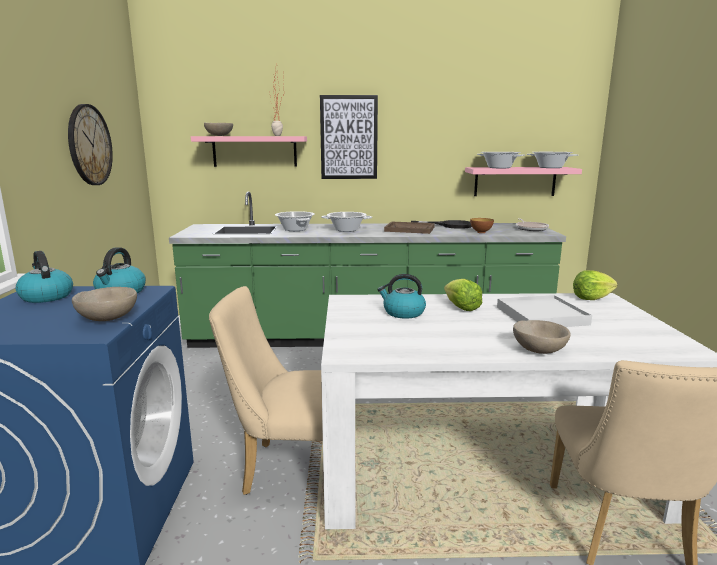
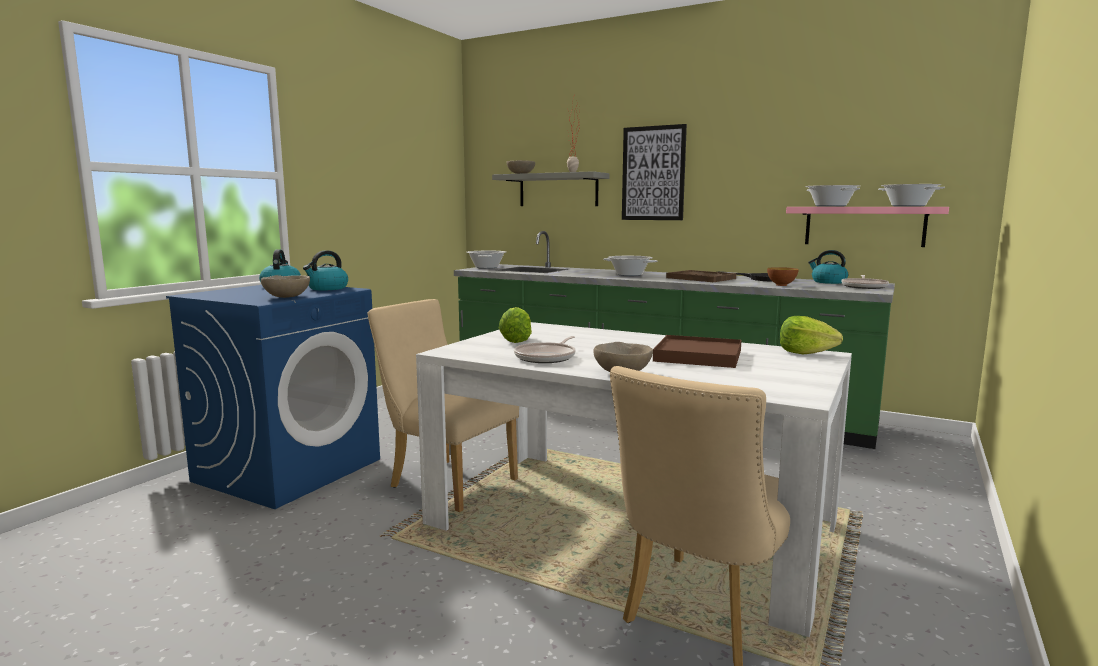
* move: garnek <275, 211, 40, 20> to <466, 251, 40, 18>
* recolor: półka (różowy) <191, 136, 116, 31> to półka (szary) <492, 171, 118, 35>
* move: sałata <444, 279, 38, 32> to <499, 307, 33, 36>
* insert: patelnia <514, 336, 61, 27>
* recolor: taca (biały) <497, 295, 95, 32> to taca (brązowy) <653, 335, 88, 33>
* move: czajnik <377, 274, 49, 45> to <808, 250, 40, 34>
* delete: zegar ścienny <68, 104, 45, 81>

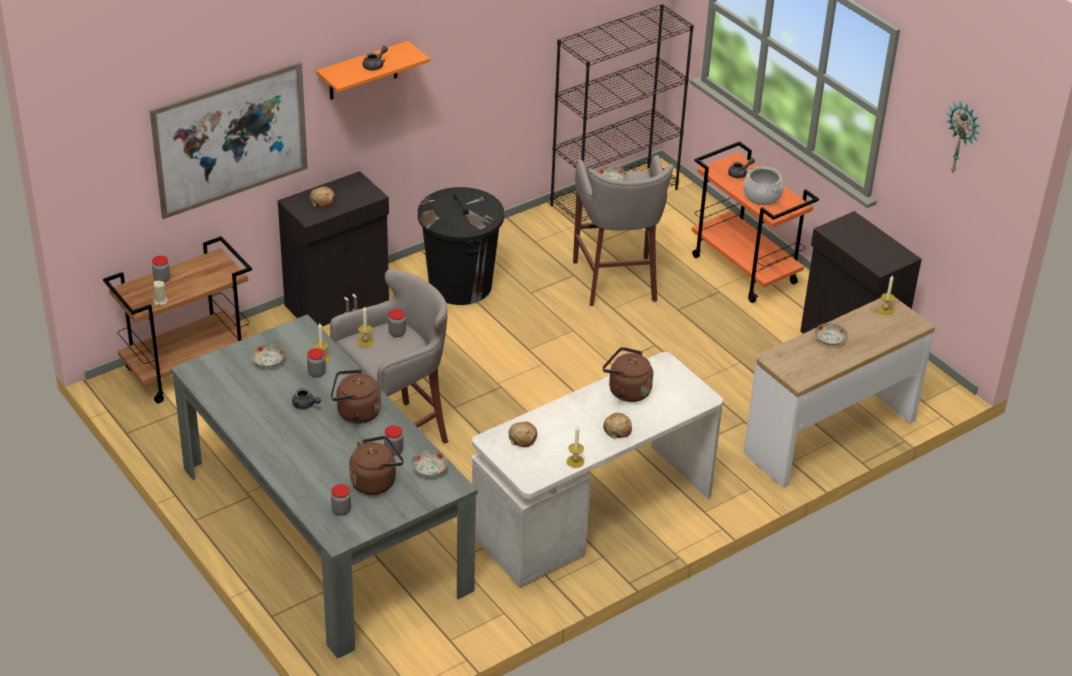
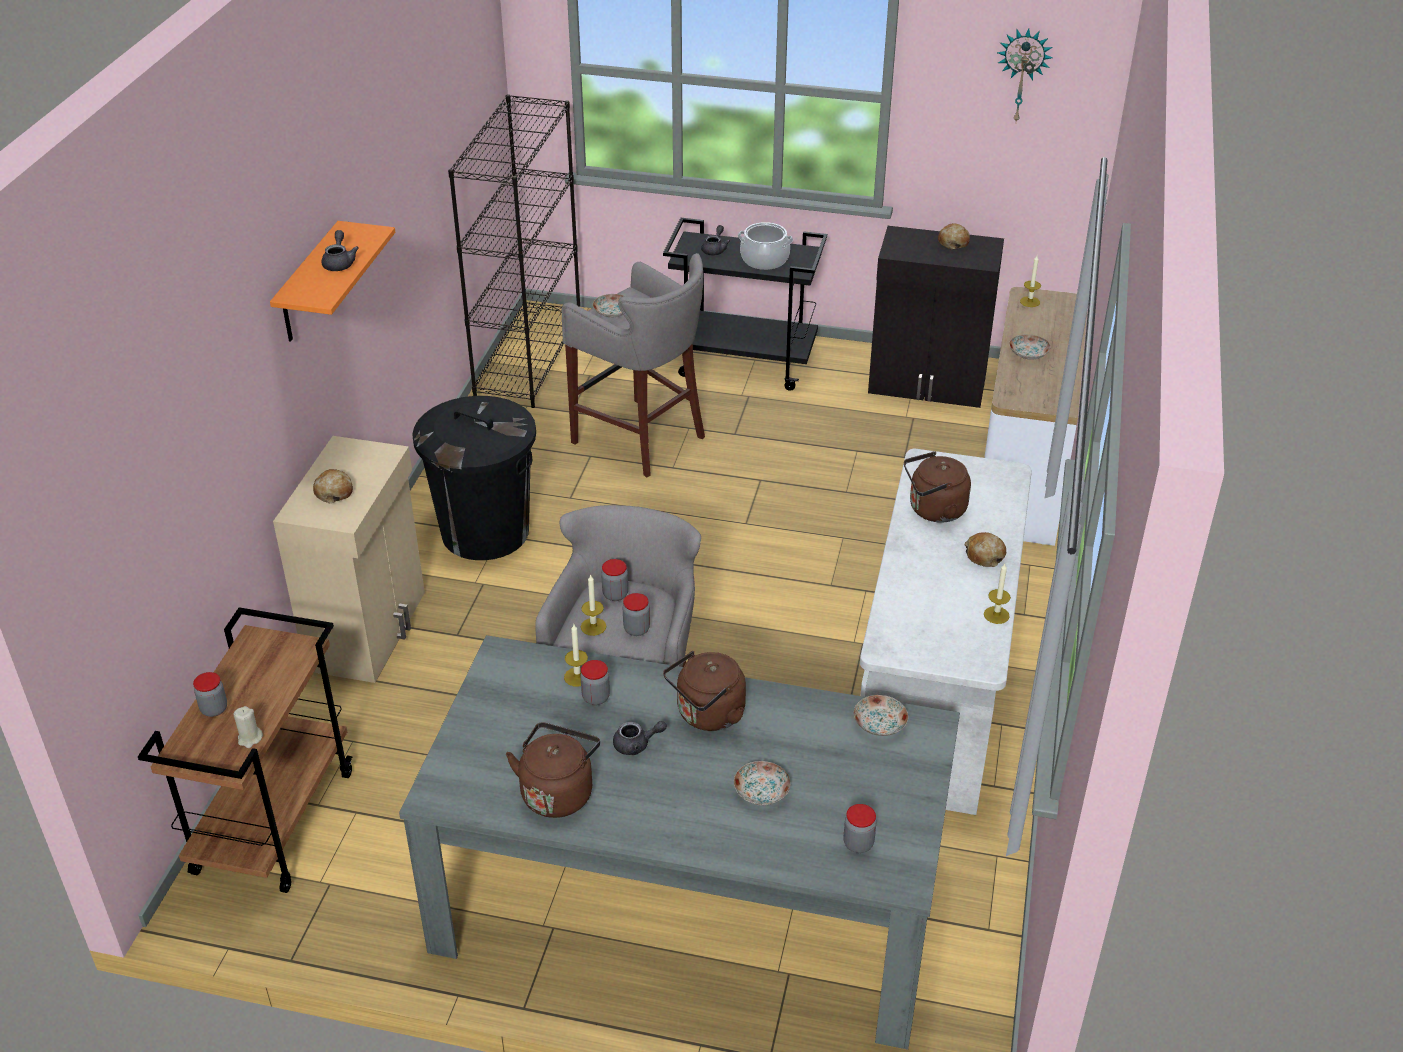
* recolor: szafka (czarny) <278, 171, 111, 155> to szafka (beżowy) <273, 436, 152, 247>
* move: czajnik (brązowy) <349, 436, 55, 59> to <506, 722, 94, 96>
* move: słoik <384, 425, 19, 31> to <623, 593, 27, 43>
* recolor: wózek (pomarańczowy) <692, 141, 127, 162> to wózek (czarny) <663, 218, 164, 173>
* move: talerz <251, 344, 34, 23> to <734, 761, 56, 45>
* move: chleb <508, 422, 29, 25> to <938, 223, 32, 26>
* delete: obraz <149, 62, 159, 157>

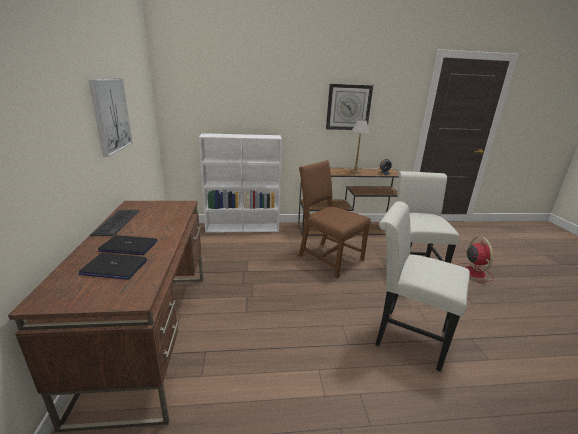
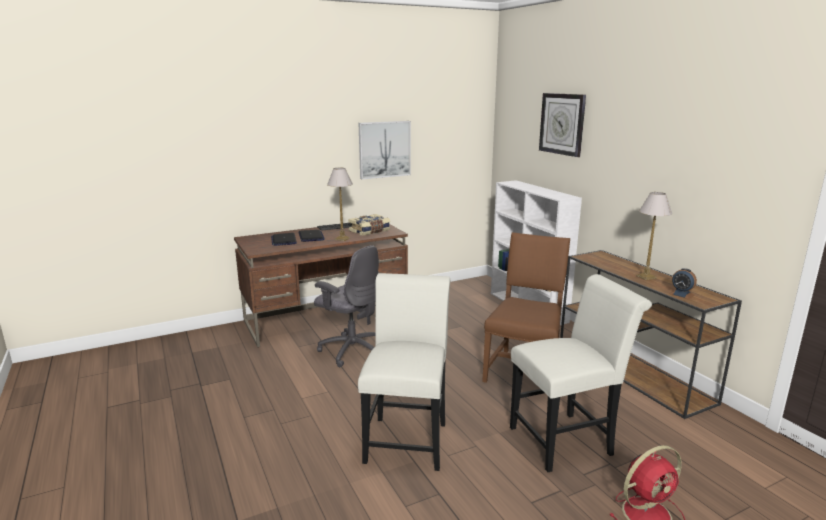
* insert: krzesło biurowe (szary) <314, 245, 65, 122>
* insert: lampa stołowa <327, 168, 26, 73>
* insert: książka <348, 214, 42, 22>
* move: zegar ścienny <326, 84, 47, 46> to <539, 93, 47, 64>

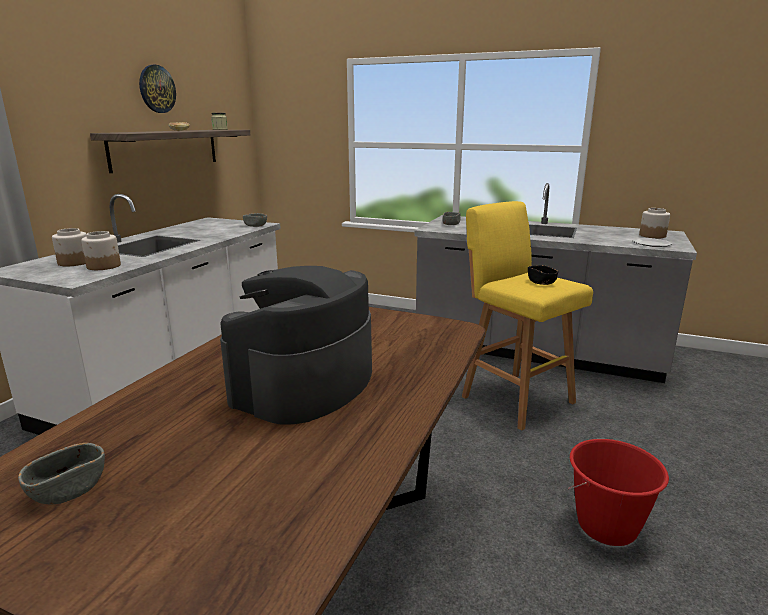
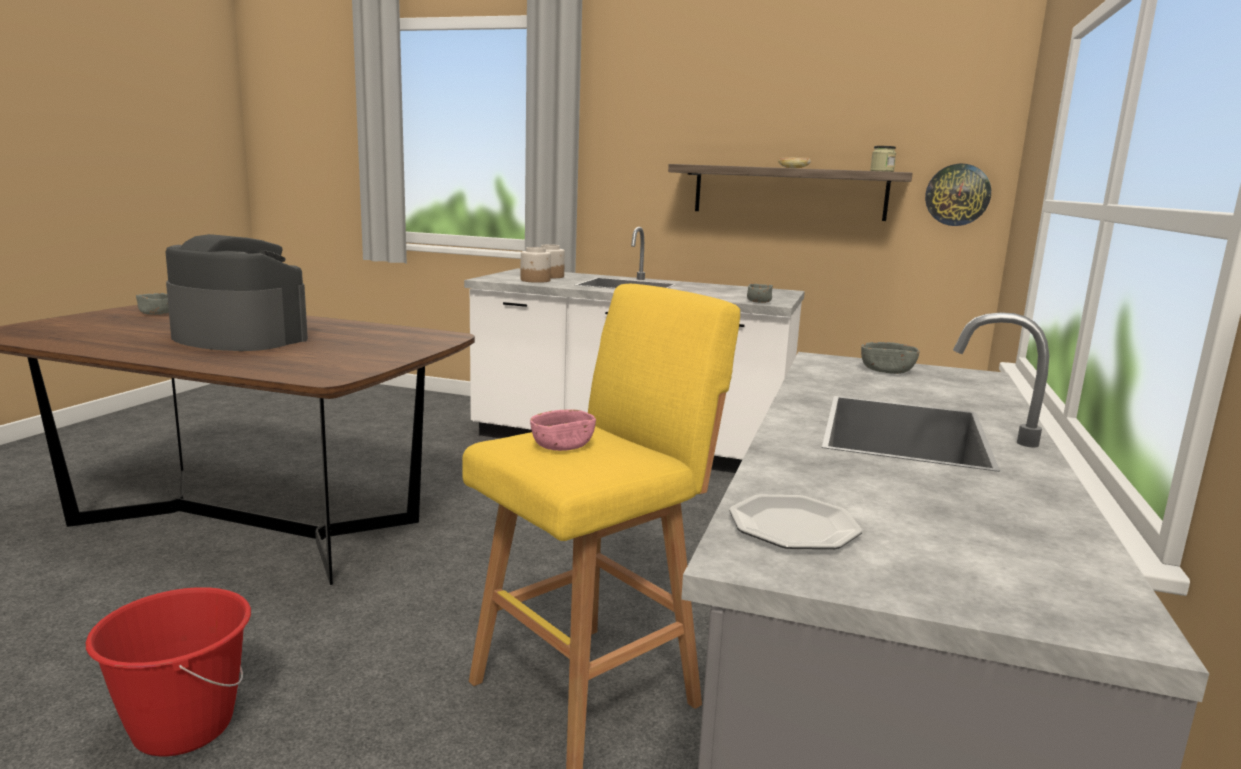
* recolor: miska (czarny) <528, 265, 30, 20> to miska (różowy) <530, 409, 66, 42>
* move: zegar ścienny <139, 65, 37, 48> to <925, 164, 66, 62>
* delete: słoik <639, 208, 31, 30>

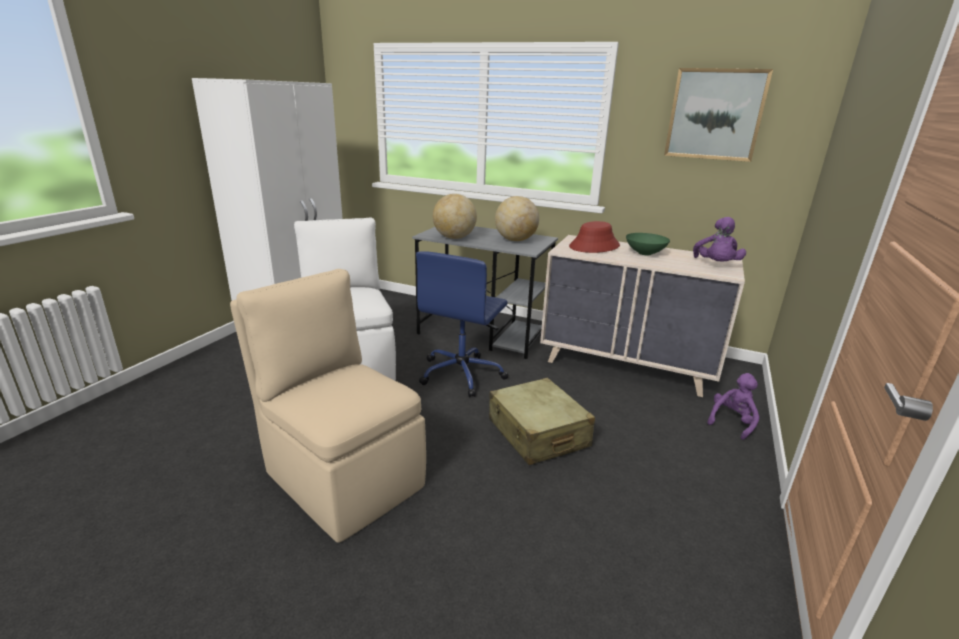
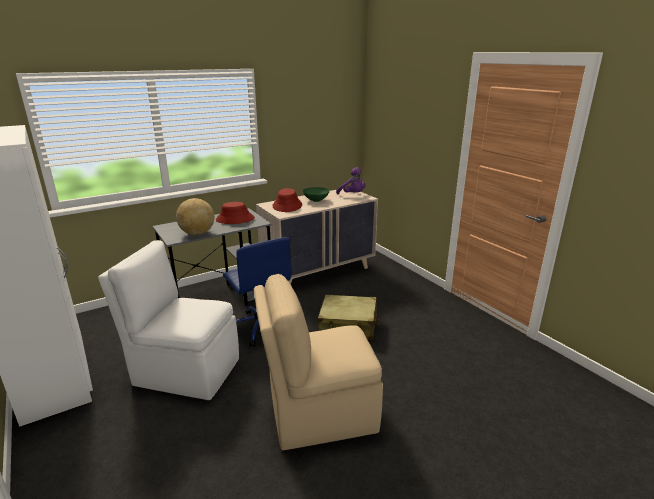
* replace: globus <495, 196, 44, 45> to kapelusz (czerwony) <216, 202, 39, 22>
* delete: obraz <664, 68, 109, 94>
* delete: pluszak (fioletowy) <707, 373, 52, 67>

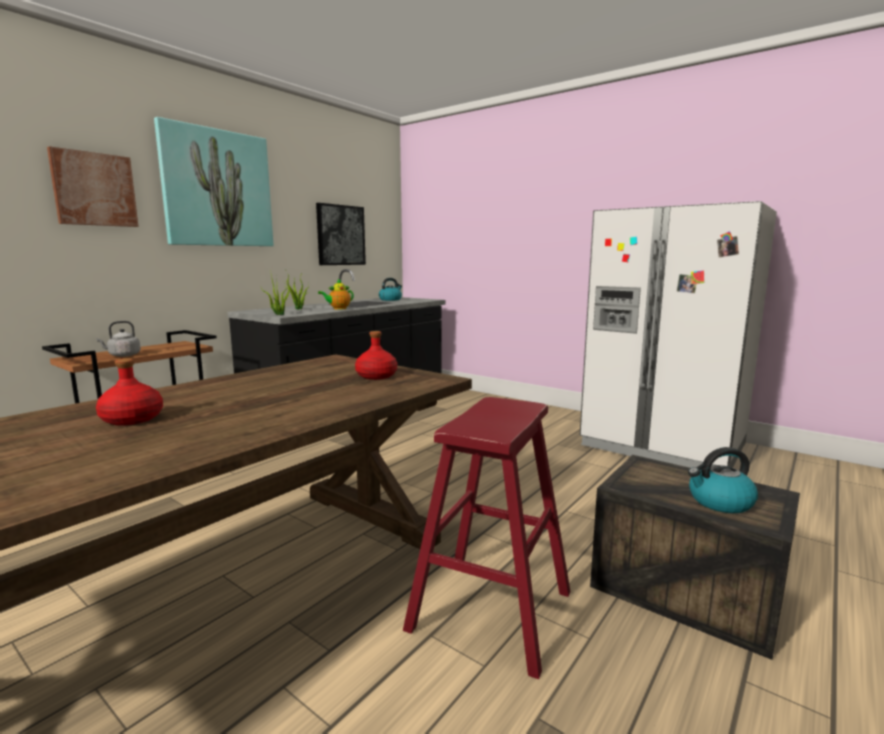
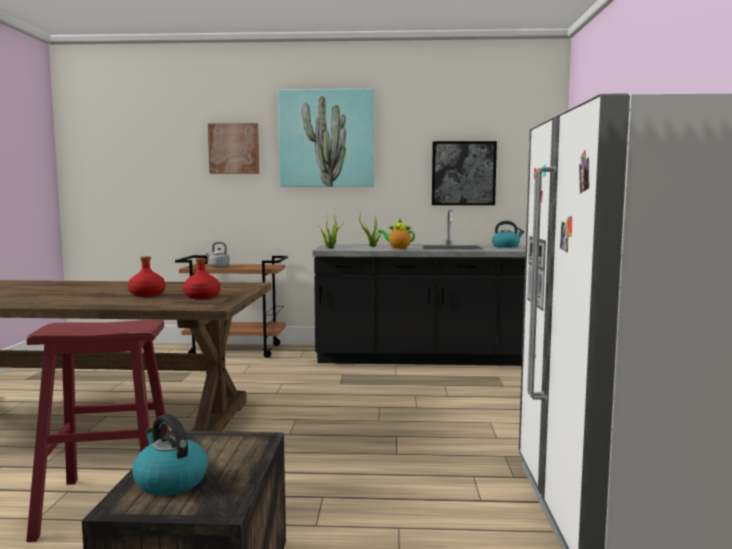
* move: butelka (czerwony) <96, 358, 67, 68> to <128, 256, 38, 41>

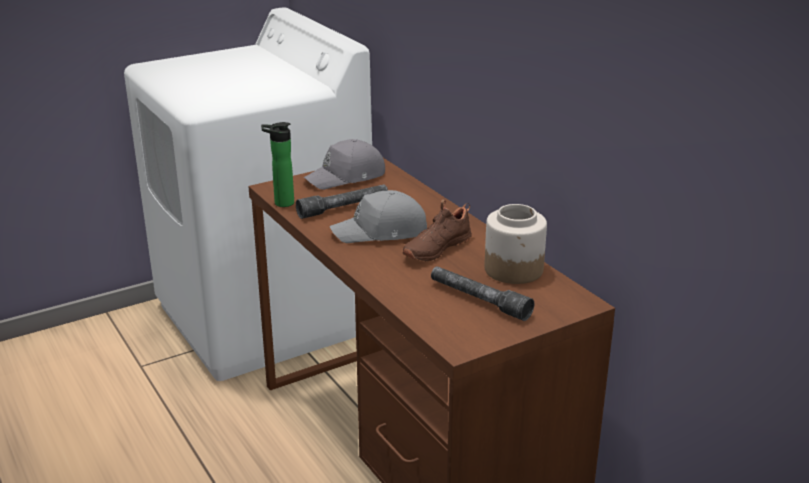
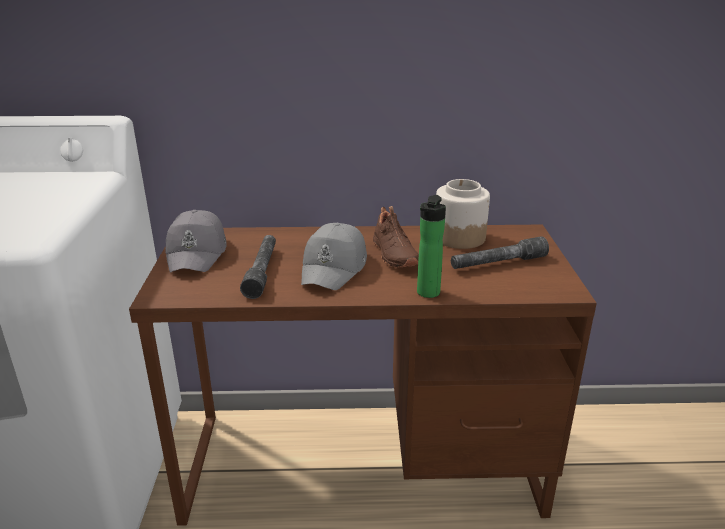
* move: butelka <261, 122, 33, 85> to <417, 195, 29, 103>

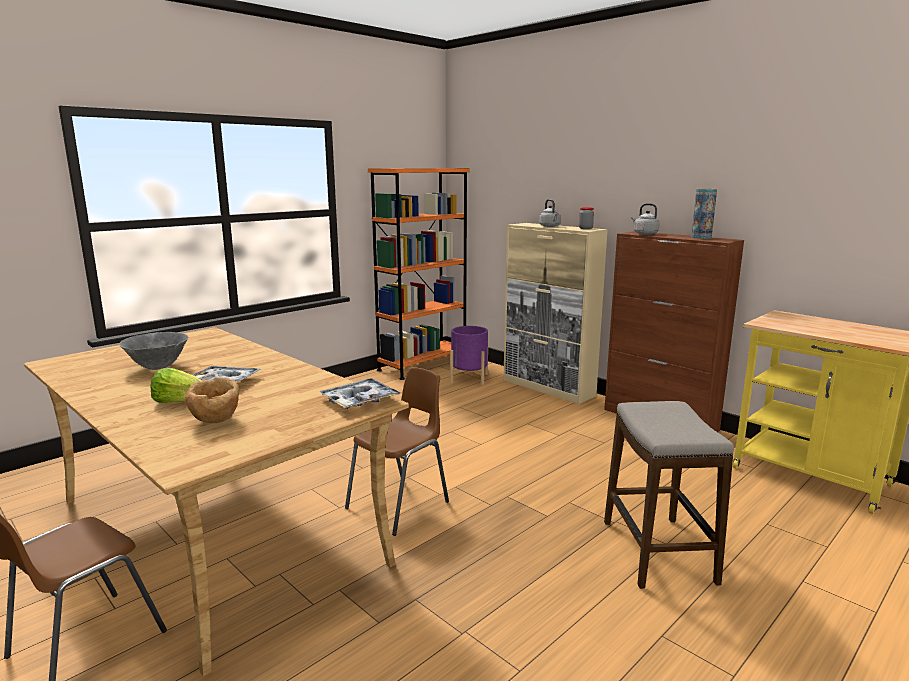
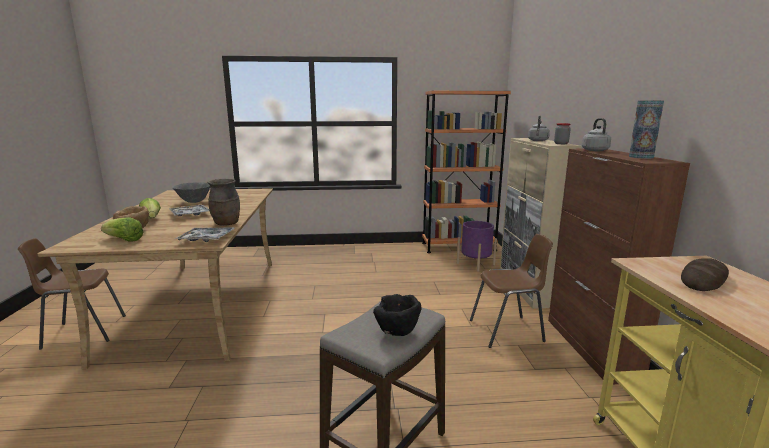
* insert: sałata <101, 217, 43, 24>
* insert: wazon (brązowy) <208, 179, 32, 47>
* insert: miska (czarny) <373, 294, 48, 42>
* move: krzesło (brązowy) <345, 367, 104, 169> to <470, 234, 83, 114>
* insert: chleb <681, 258, 48, 33>

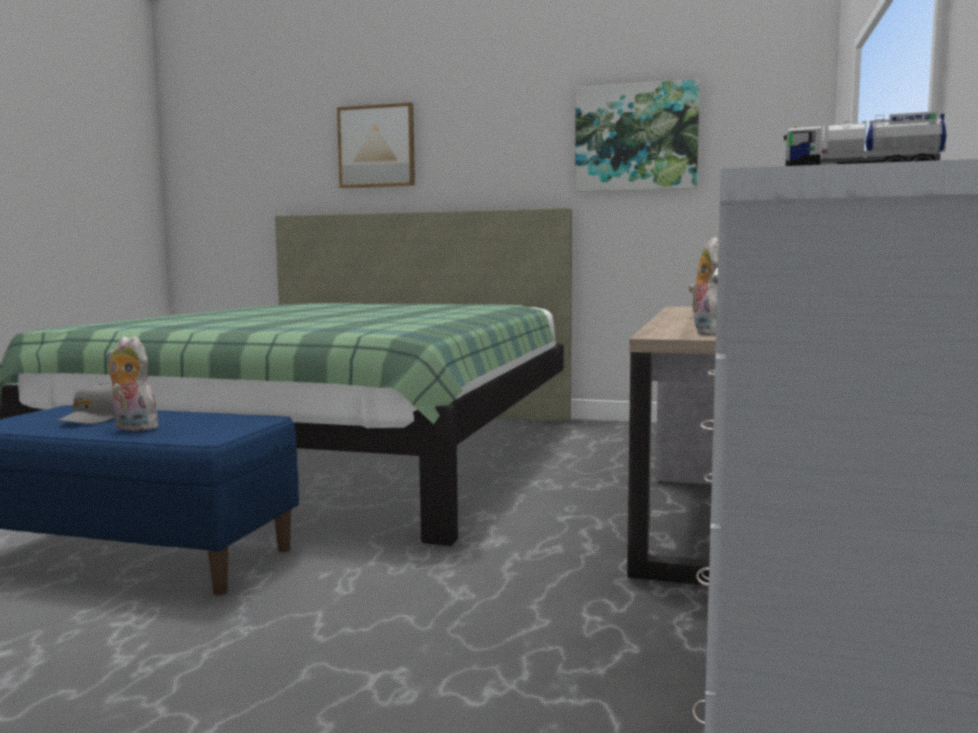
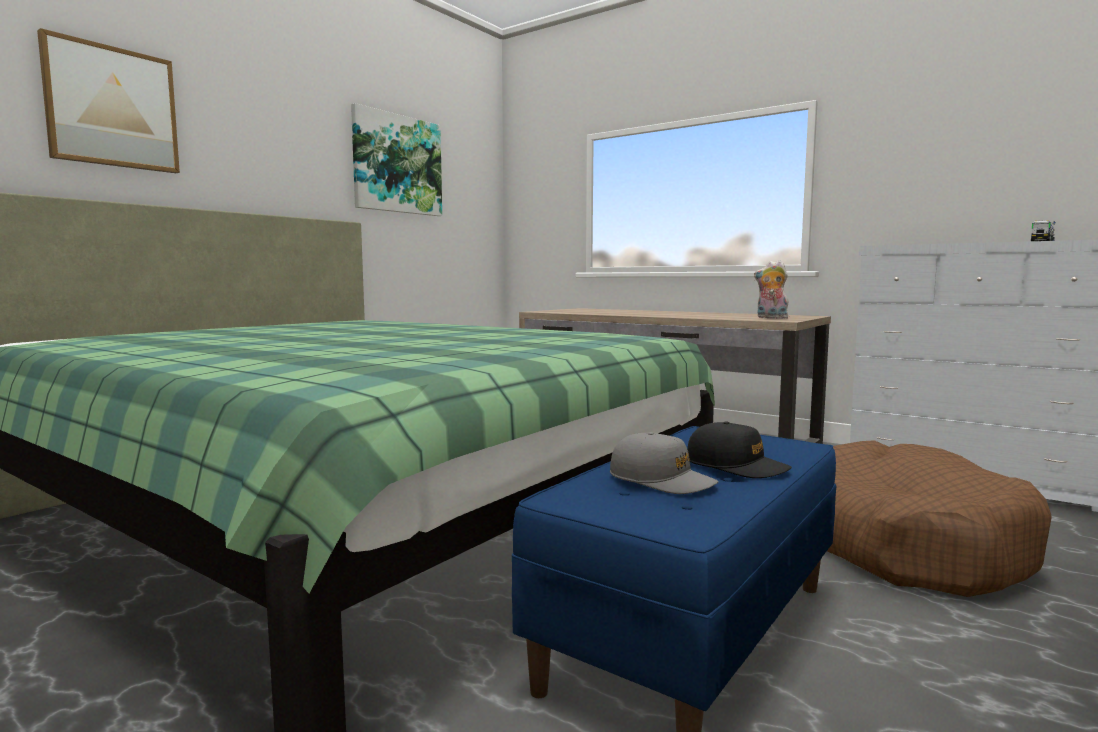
* replace: pluszak <107, 336, 51, 95> to czapka z daszkiem (czarny) <687, 421, 105, 57>
* insert: legowisko (brązowy) <827, 440, 225, 157>

